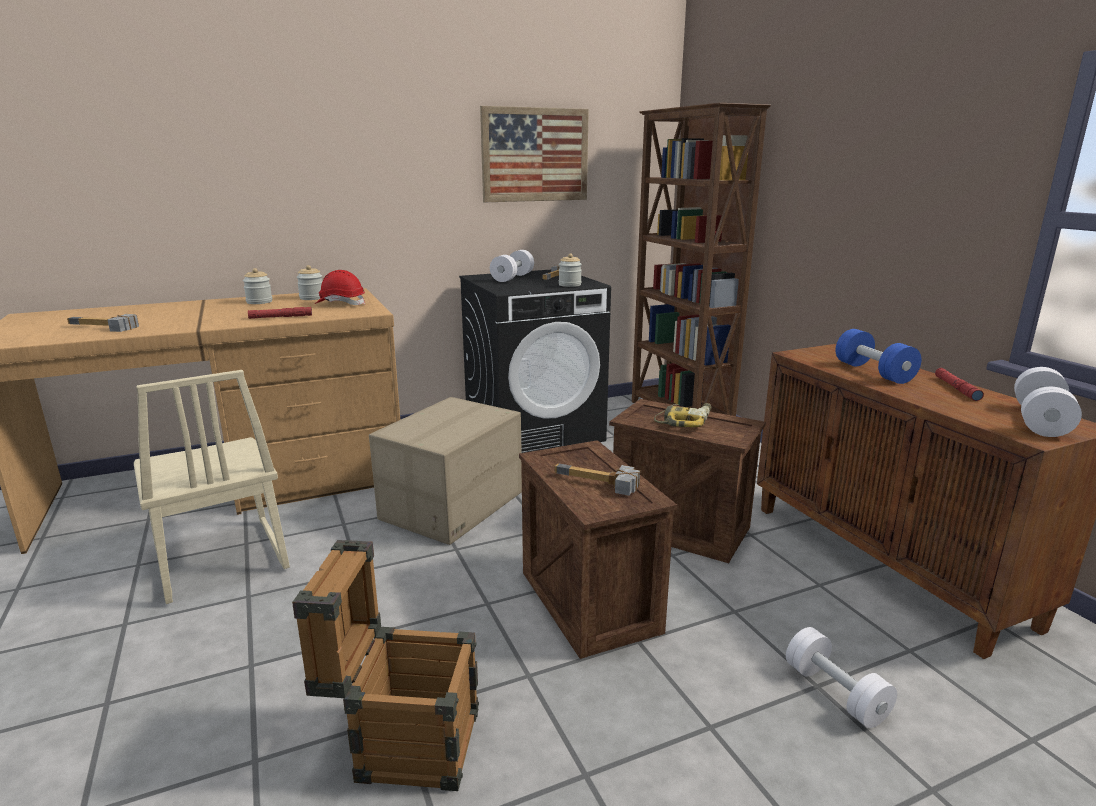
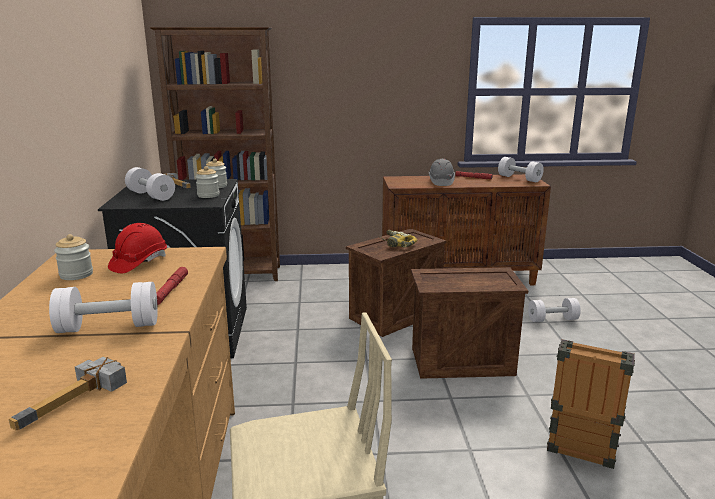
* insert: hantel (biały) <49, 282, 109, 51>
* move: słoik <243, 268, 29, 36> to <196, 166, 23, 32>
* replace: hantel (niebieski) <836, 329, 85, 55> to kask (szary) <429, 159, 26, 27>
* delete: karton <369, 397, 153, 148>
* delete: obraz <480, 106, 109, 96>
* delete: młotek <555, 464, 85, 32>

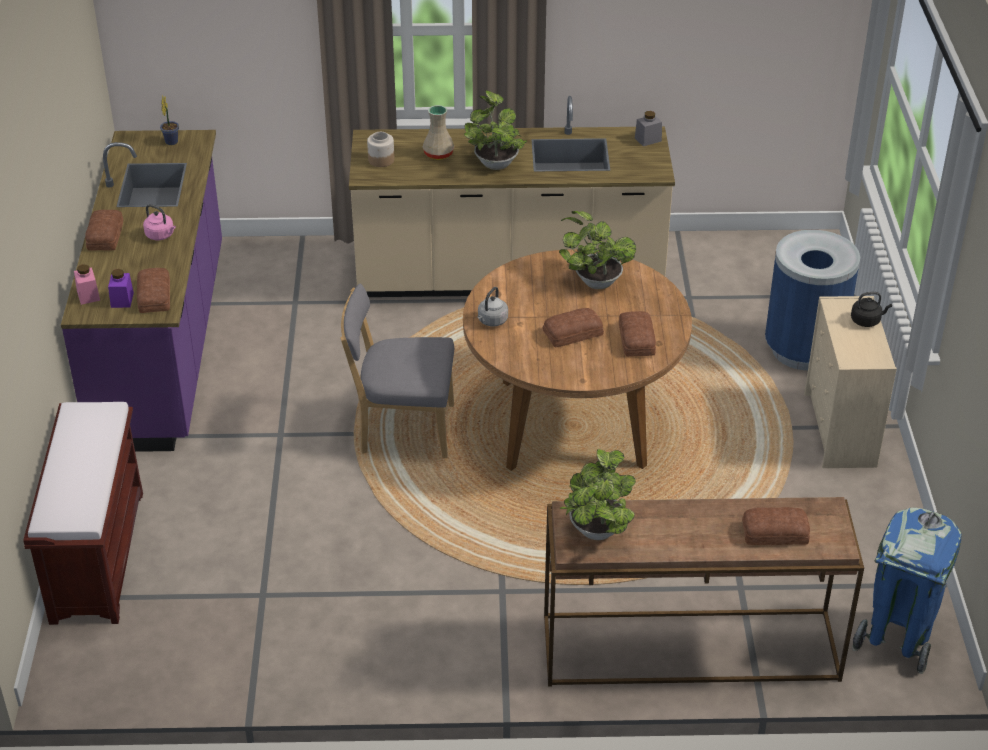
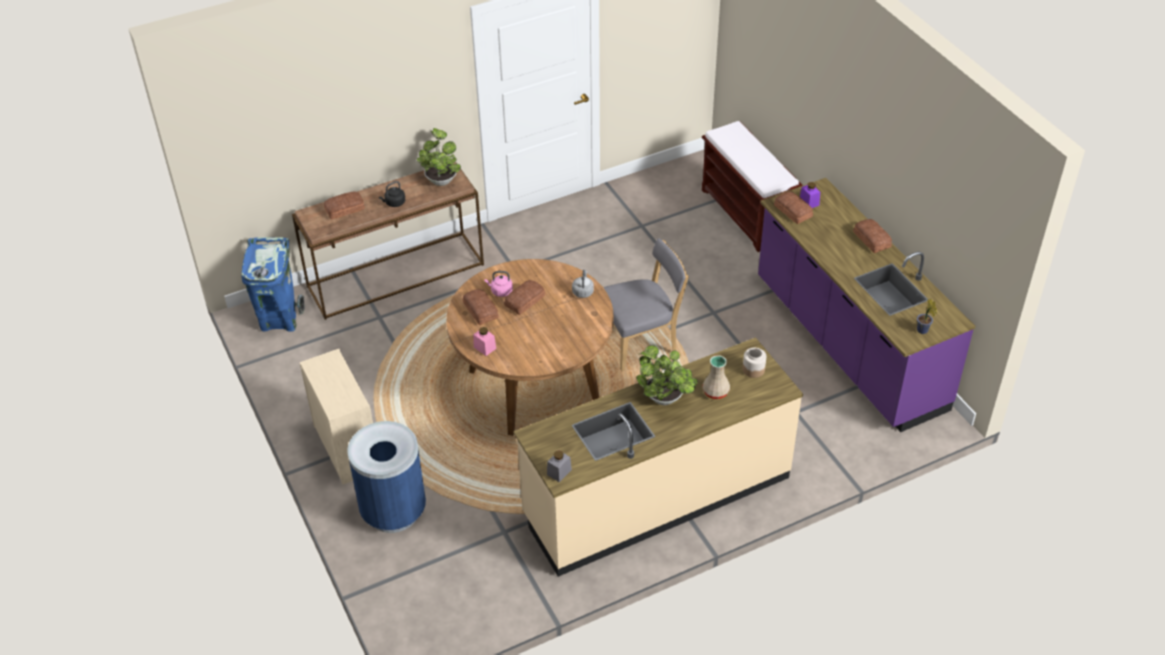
* move: czajnik (czarny) <851, 292, 41, 35> to <379, 181, 26, 26>
* move: słoik (różowy) <74, 265, 26, 40> to <473, 327, 23, 29>
* move: czajnik (różowy) <143, 204, 33, 36> to <484, 271, 29, 26>
* delete: roślina doniczkowa <559, 211, 77, 78>

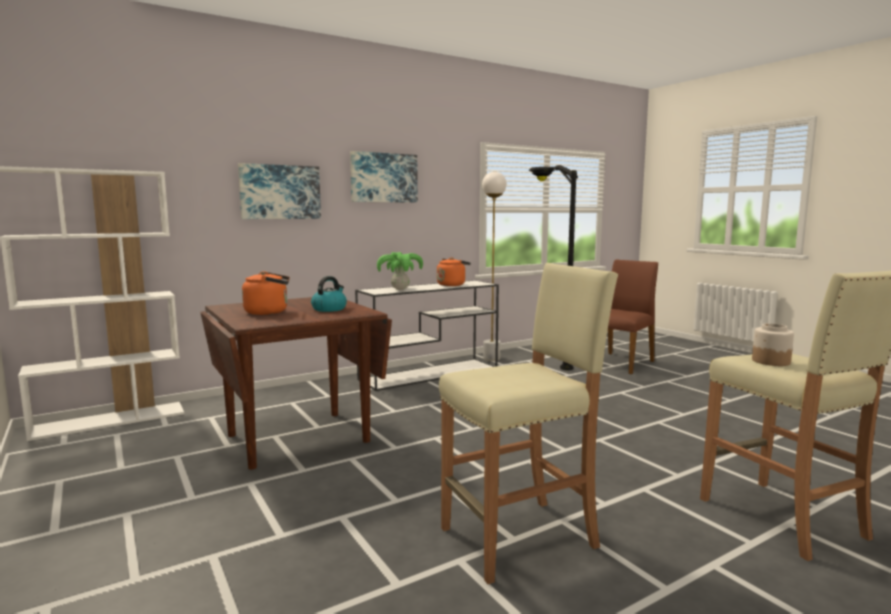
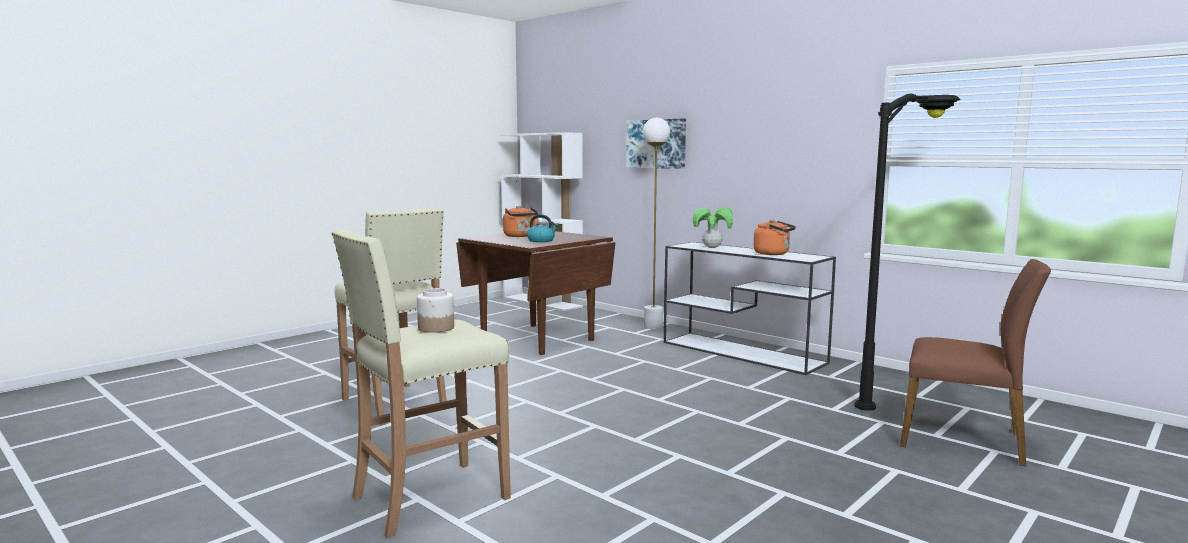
* move: lampa stojąca (biały) <482, 172, 25, 189> to <643, 118, 27, 211>
* delete: obraz <350, 151, 68, 52>

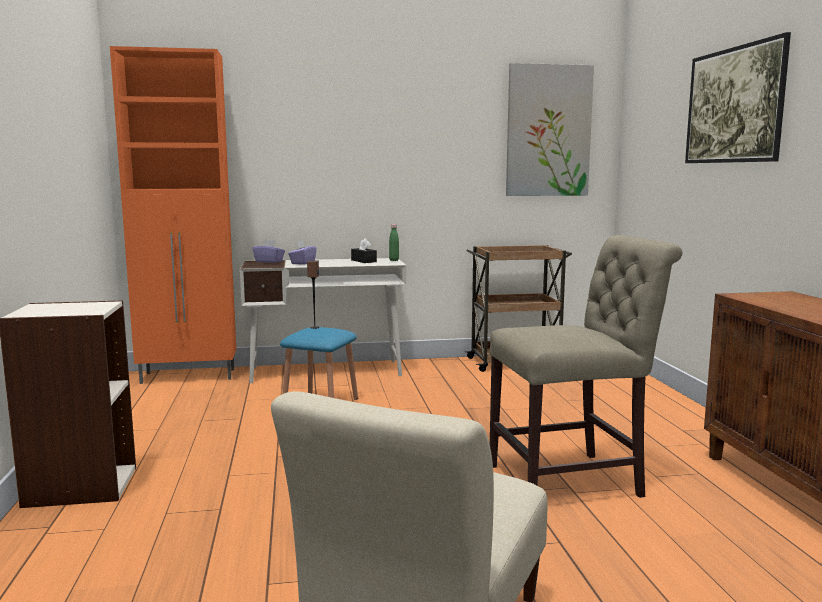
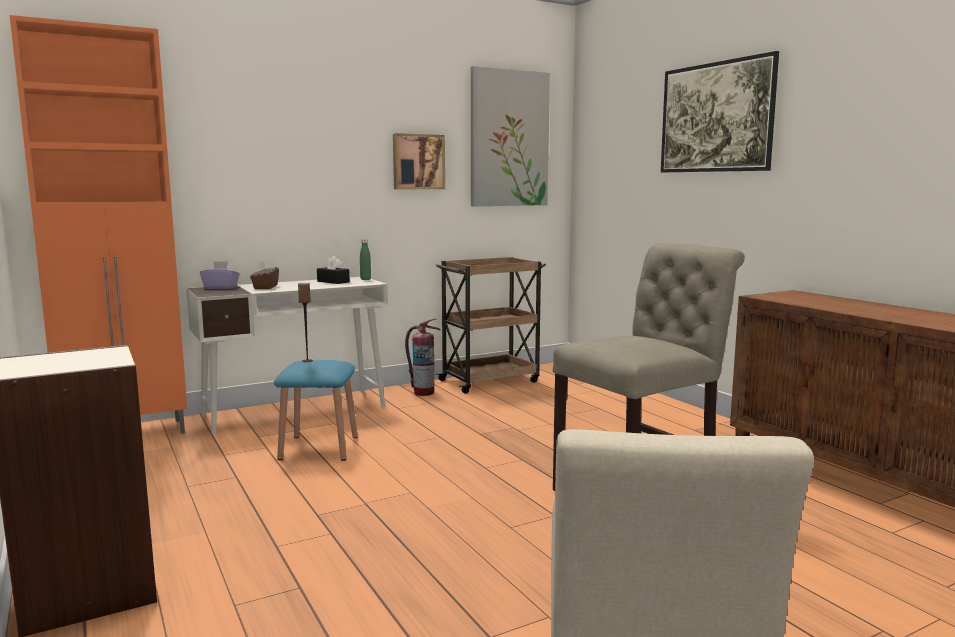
* recolor: pudełko chusteczek (fioletowy) <288, 240, 29, 25> to pudełko chusteczek (brązowy) <250, 261, 29, 28>
* insert: obraz <393, 133, 52, 56>
* insert: gaśnica <405, 318, 36, 78>

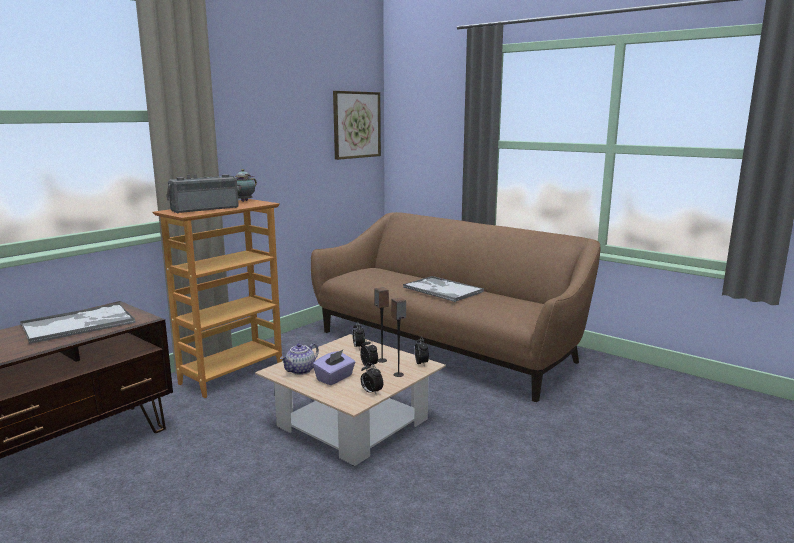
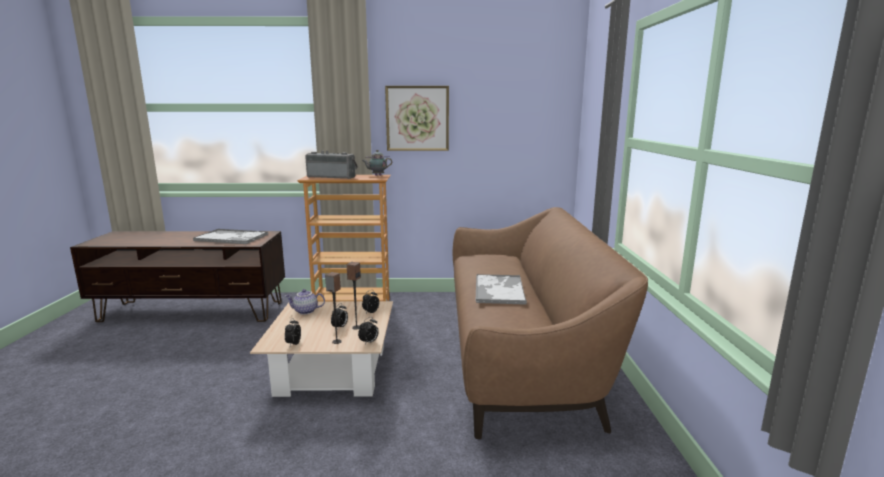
* move: obraz <333, 91, 48, 69> to <385, 86, 64, 65>
* delete: pudełko chusteczek (fioletowy) <313, 350, 43, 35>

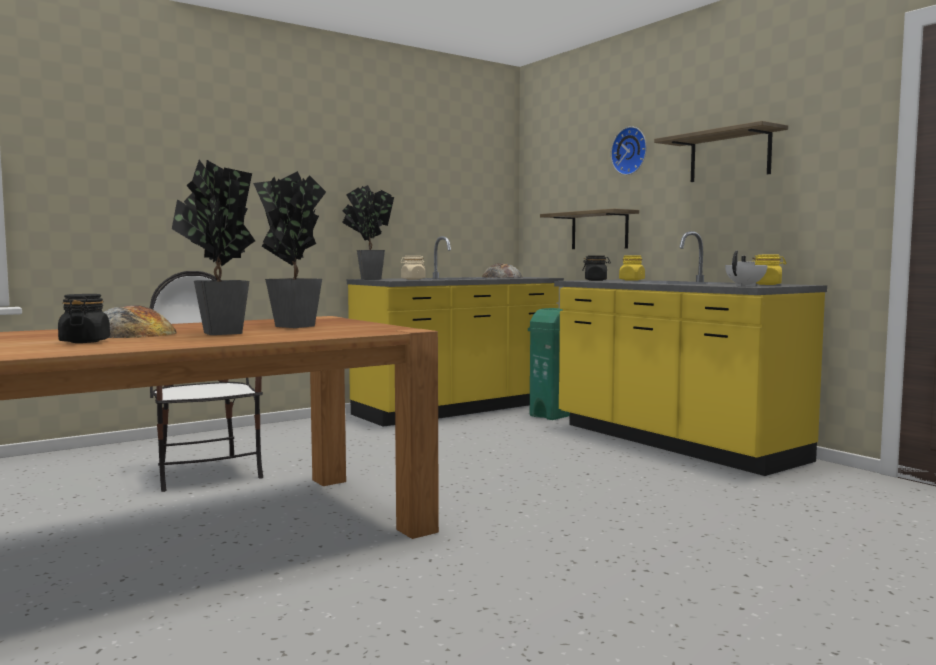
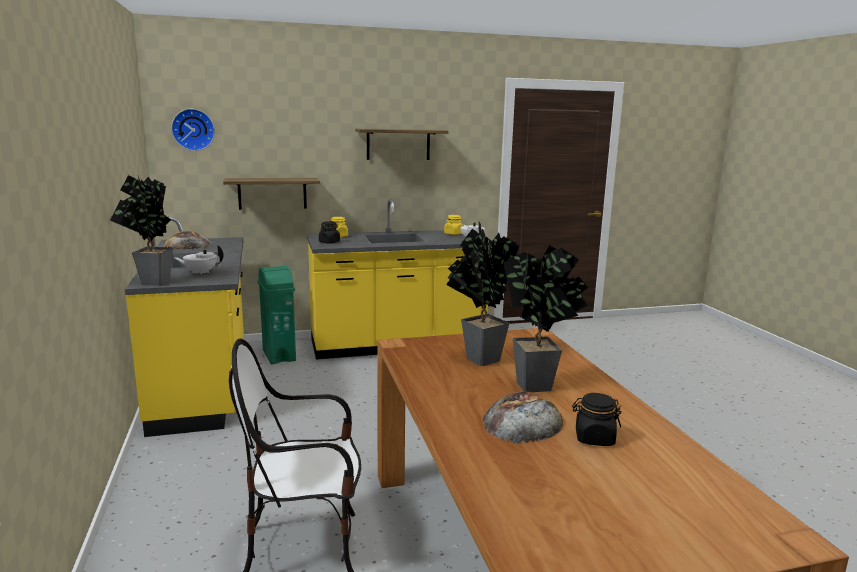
* move: zegar ścienny <611, 126, 36, 49> to <171, 109, 44, 42>
* replace: słoik (beżowy) <400, 256, 26, 24> to imbryk (biały) <174, 245, 50, 30>

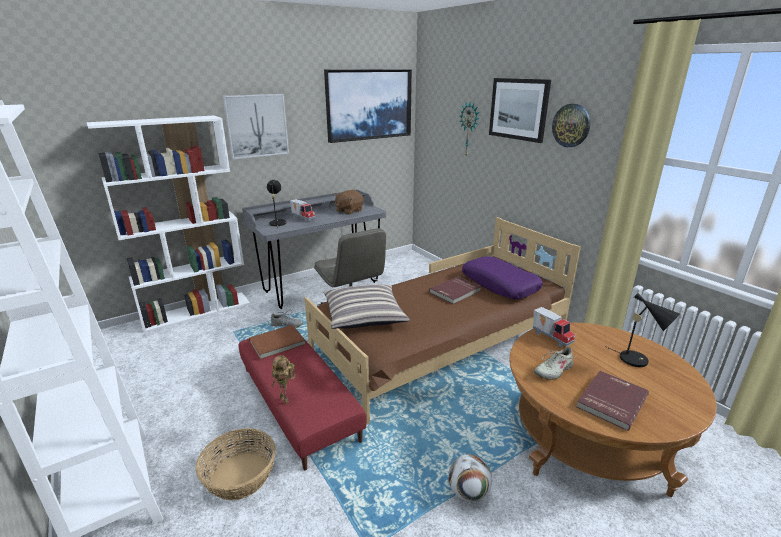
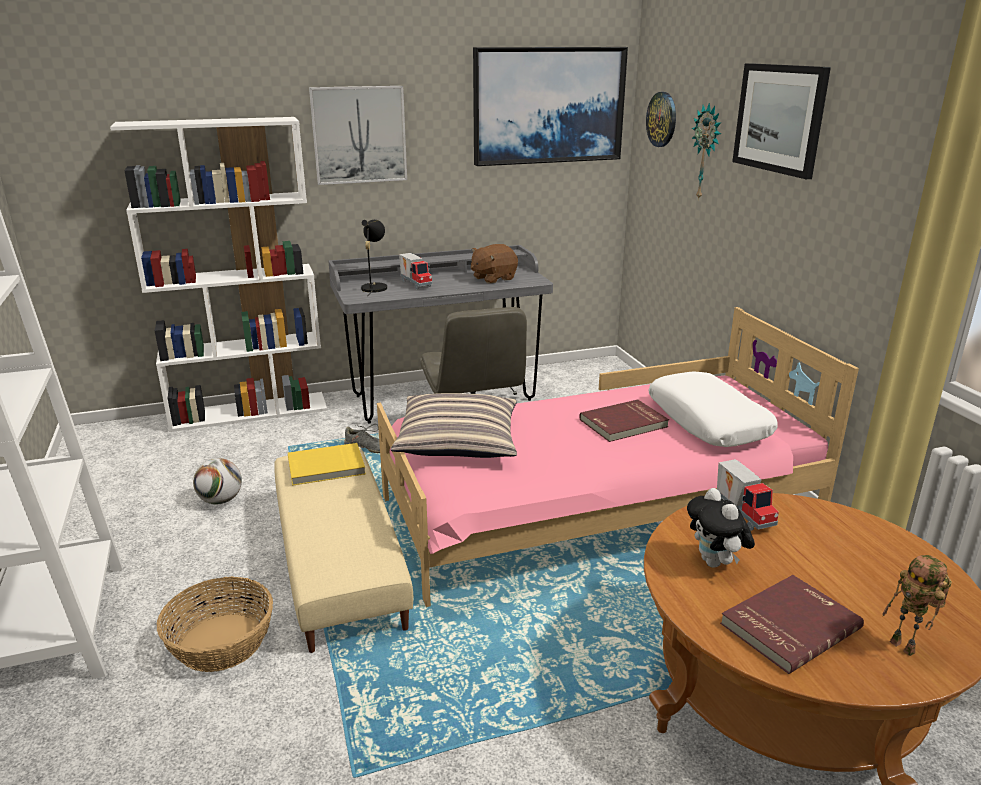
* move: piłka futbolowa <448, 454, 44, 48> to <193, 458, 49, 46>
* recolor: pufa (czerwony) <238, 339, 128, 131> to pufa (beżowy) <274, 446, 139, 207>
* recolor: książka (brązowy) <249, 325, 57, 34> to książka (żółty) <288, 443, 78, 43>
* recolor: łóżko (brązowy) <305, 217, 276, 207> to łóżko (różowy) <377, 307, 482, 300>
* move: zegar ścienny <552, 104, 38, 43> to <646, 92, 30, 55>
* recolor: poduszka (fioletowy) <462, 256, 81, 43> to poduszka (biały) <648, 372, 130, 75>
* replace: but (beżowy) <534, 346, 42, 34> to pluszak <687, 488, 68, 80>
* move: robot zabawkowy <271, 355, 24, 49> to <882, 555, 70, 101>
* delete: lampa stołowa (czarny) <605, 293, 75, 74>

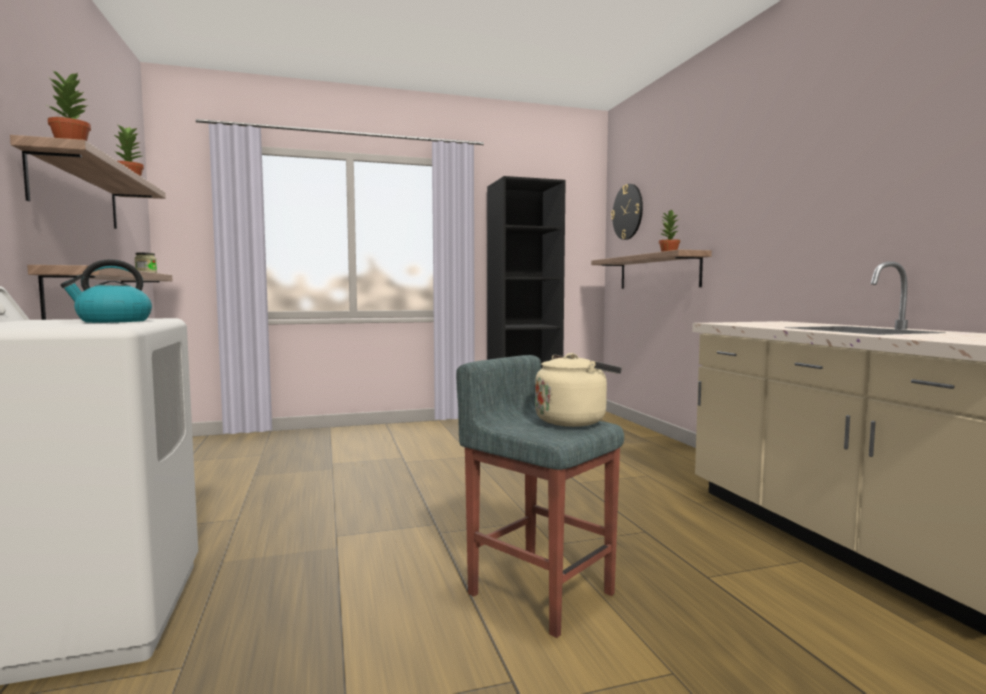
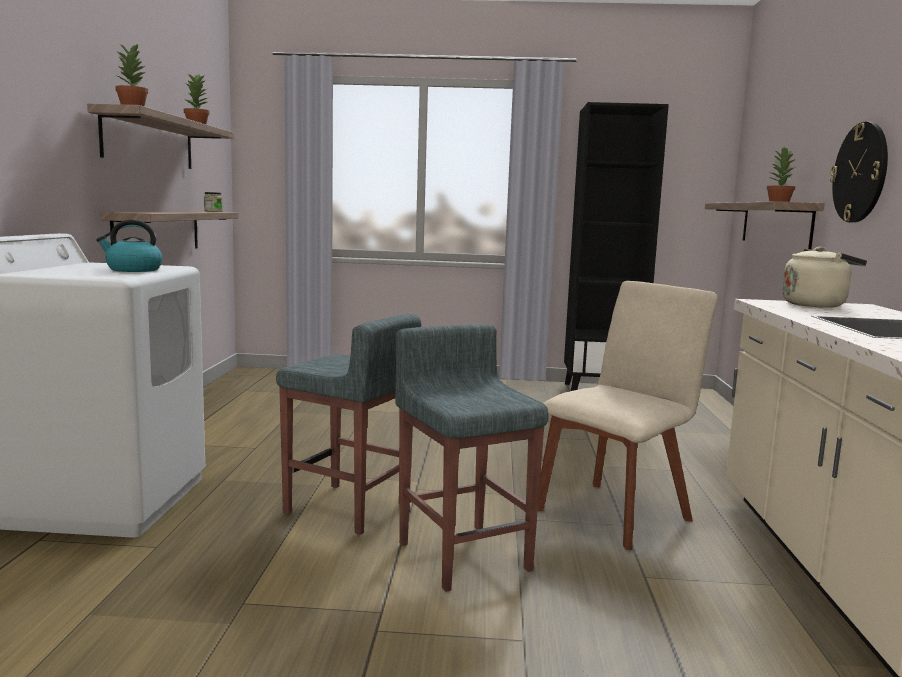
* insert: stołek (szary) <276, 314, 145, 221>
* insert: krzesło (beżowy) <538, 281, 180, 269>
* move: czajnik (beżowy) <535, 353, 87, 74> to <782, 247, 85, 61>
* move: zegar ścienny <611, 184, 32, 56> to <830, 122, 58, 101>

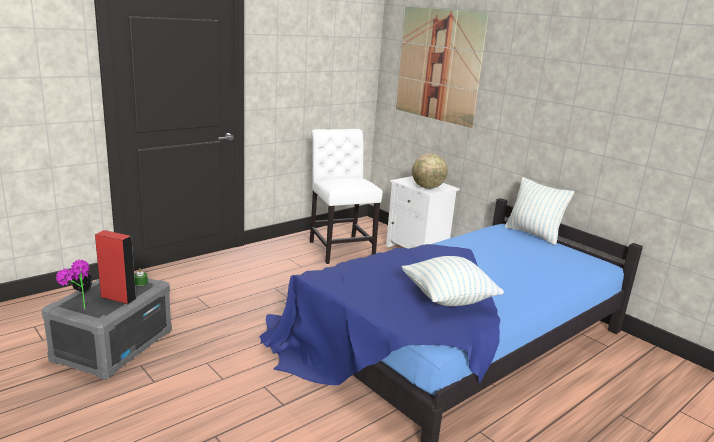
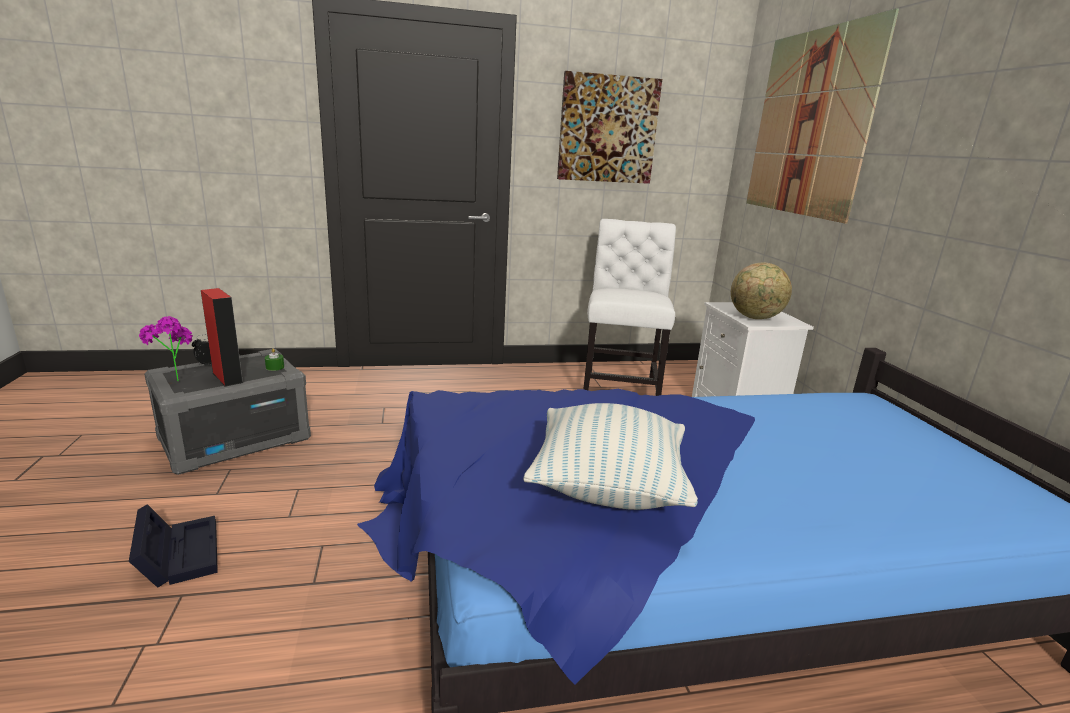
* insert: pojemnik do przechowywania (czarny) <129, 504, 89, 84>
* insert: obraz <557, 71, 105, 113>
* delete: poduszka <505, 177, 69, 68>

